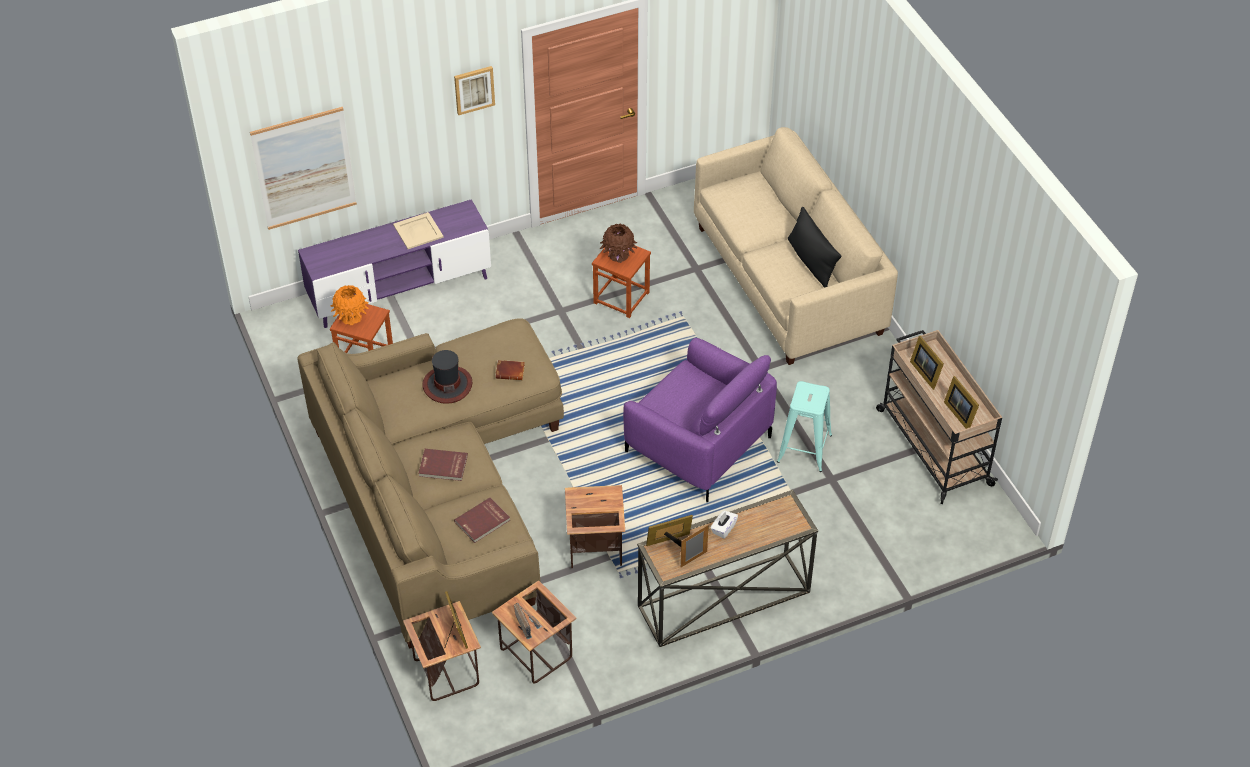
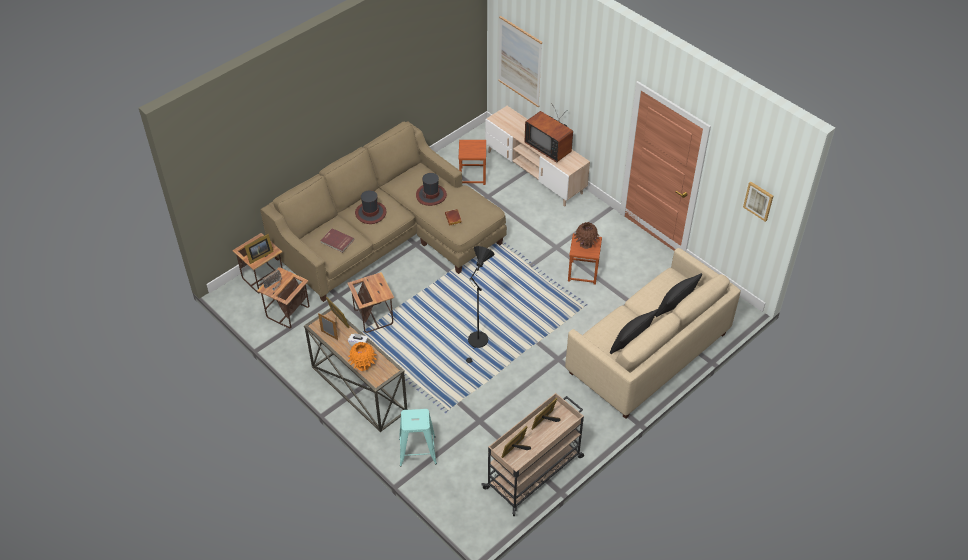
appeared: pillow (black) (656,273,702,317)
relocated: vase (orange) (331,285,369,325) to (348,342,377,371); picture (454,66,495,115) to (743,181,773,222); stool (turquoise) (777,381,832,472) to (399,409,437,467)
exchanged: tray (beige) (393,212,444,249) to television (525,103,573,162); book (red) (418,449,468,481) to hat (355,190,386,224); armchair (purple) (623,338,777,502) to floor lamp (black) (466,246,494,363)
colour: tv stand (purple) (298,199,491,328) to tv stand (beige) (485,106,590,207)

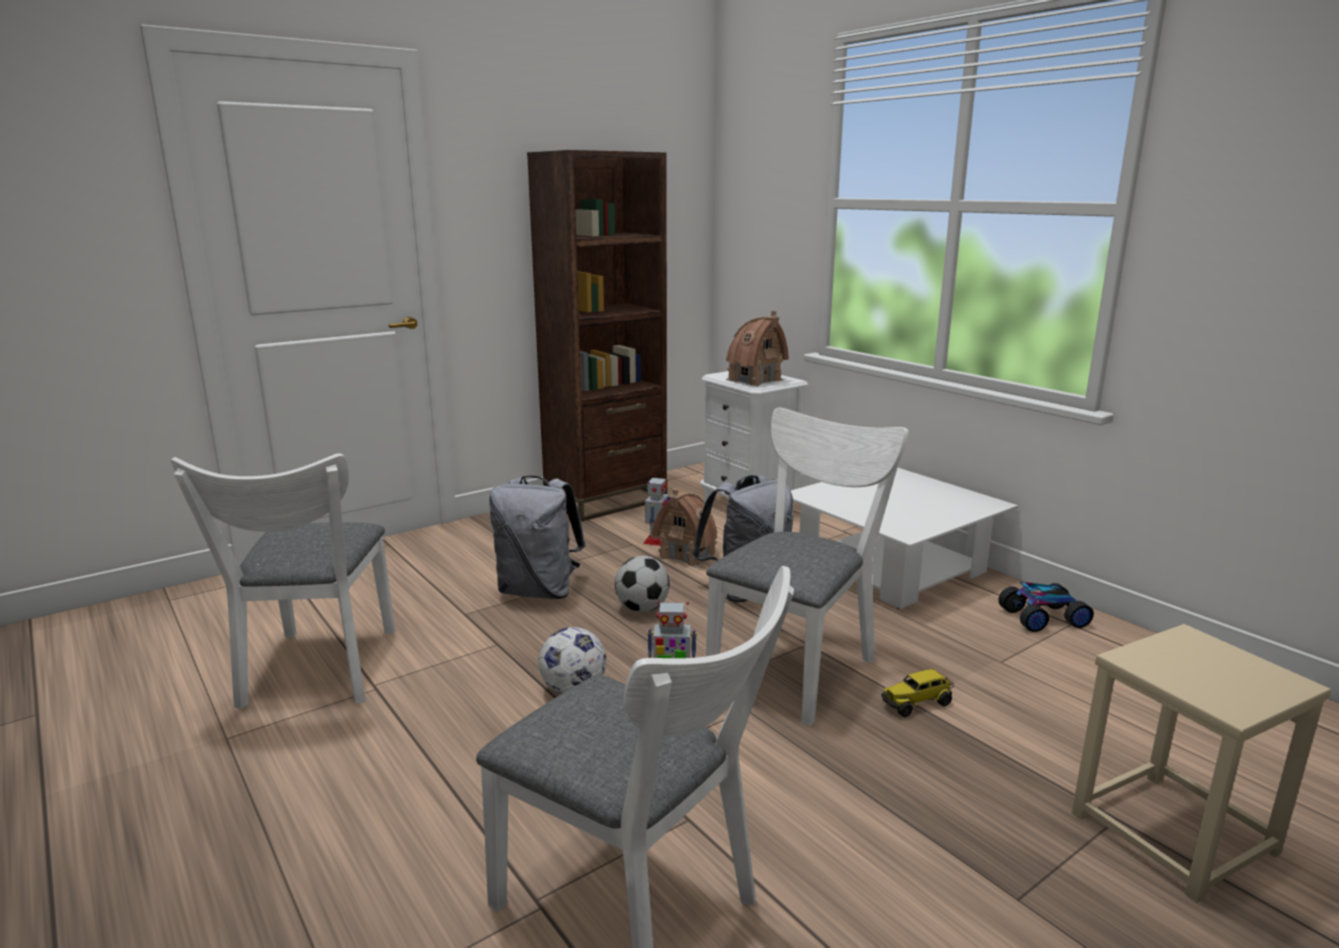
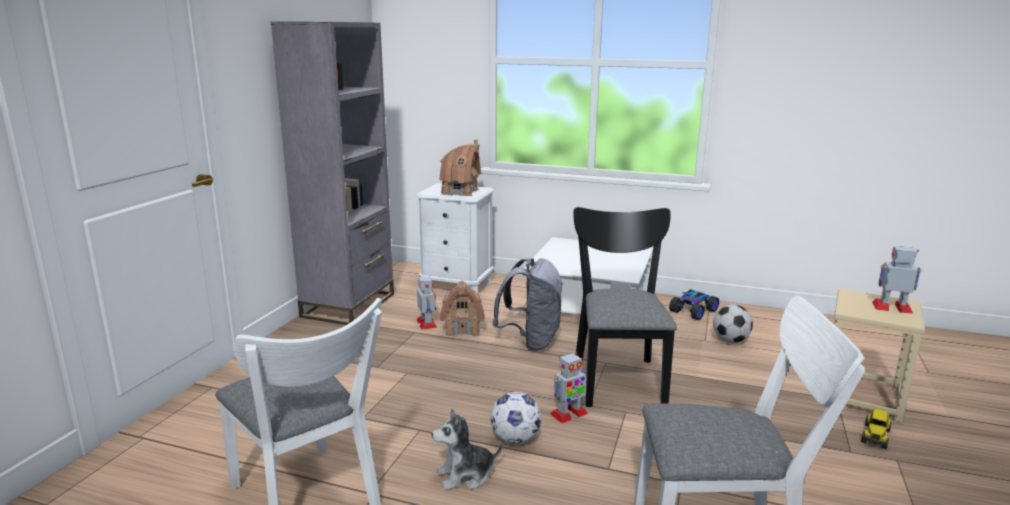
missing: backpack (grey) (489,476,586,599)
appeared: plush toy (431,409,502,490); toy robot (872,246,921,314)
relocated: football (615,556,669,612) to (713,304,753,343); toy truck (881,669,954,717) to (861,408,891,449)
colour: bookcase (brown) (527,150,667,521) to bookcase (grey) (271,22,394,325); chair (white) (706,408,908,726) to chair (black) (573,207,677,407)

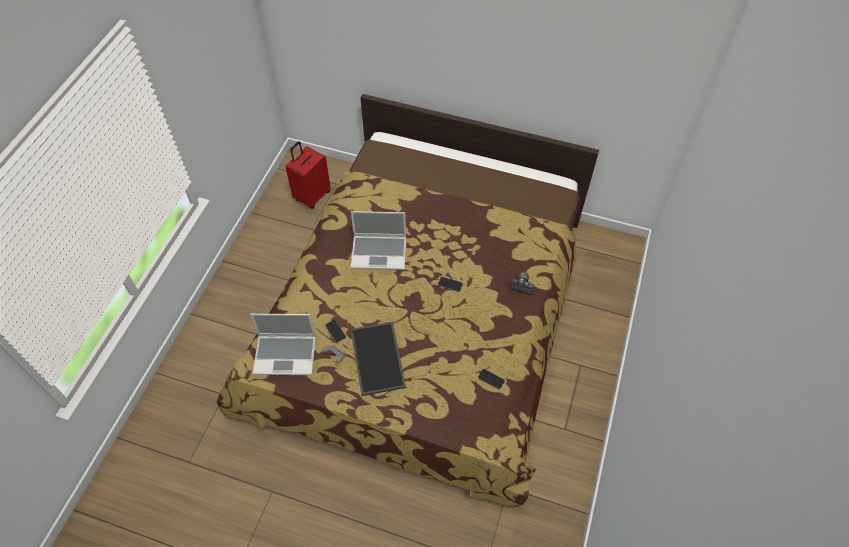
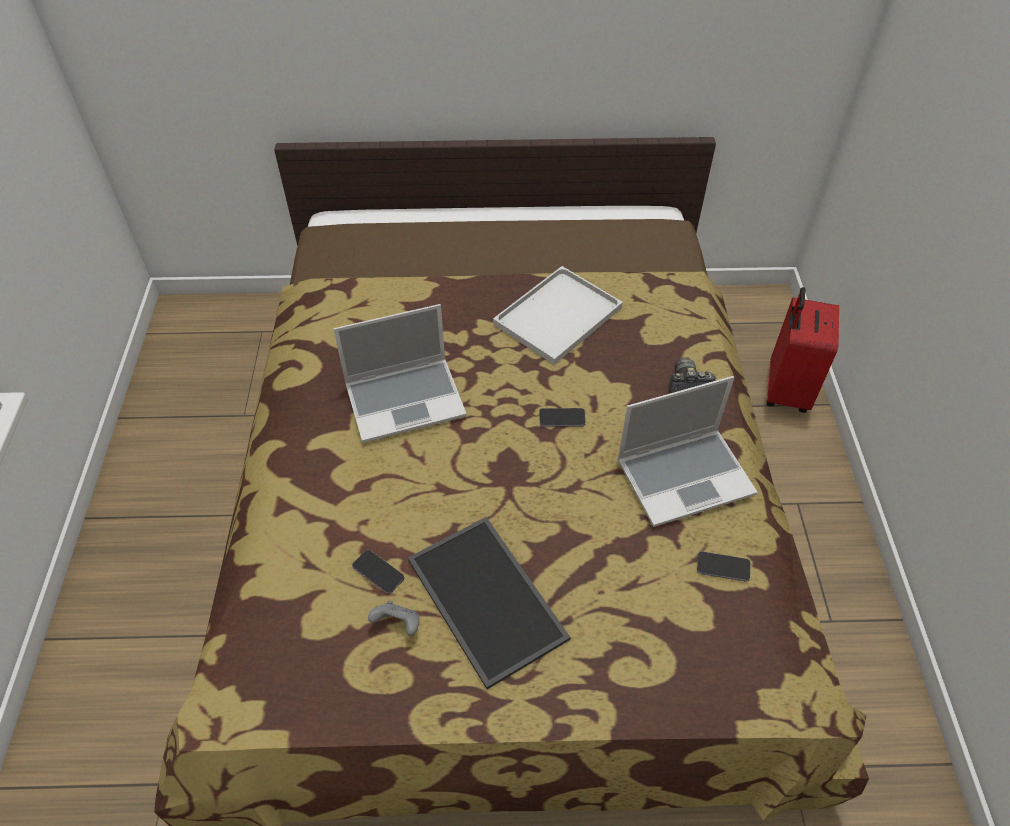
appeared: tray (white) (493,266,623,365)
relocated: laptop (250,314,316,375) to (617,376,758,527); suitcase (red) (286,141,331,209) to (766,287,839,413)

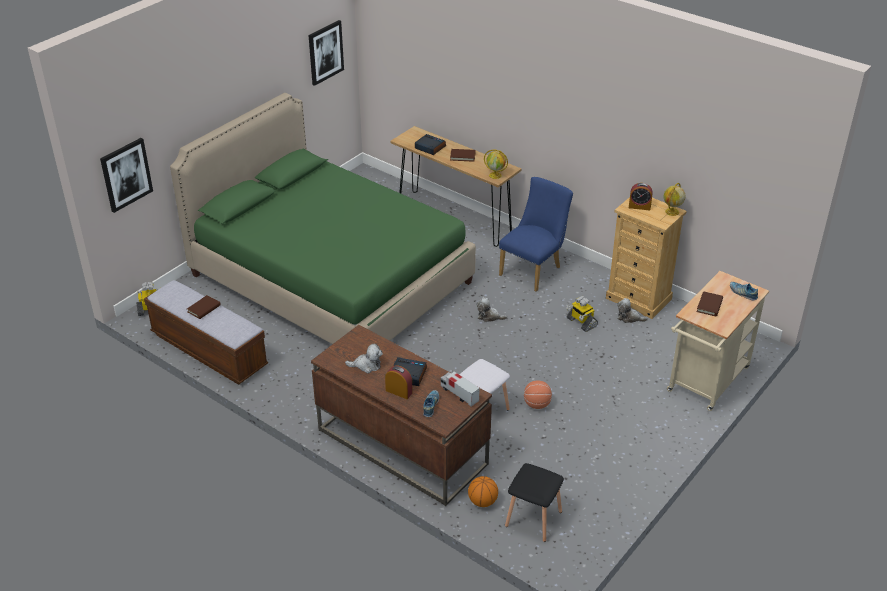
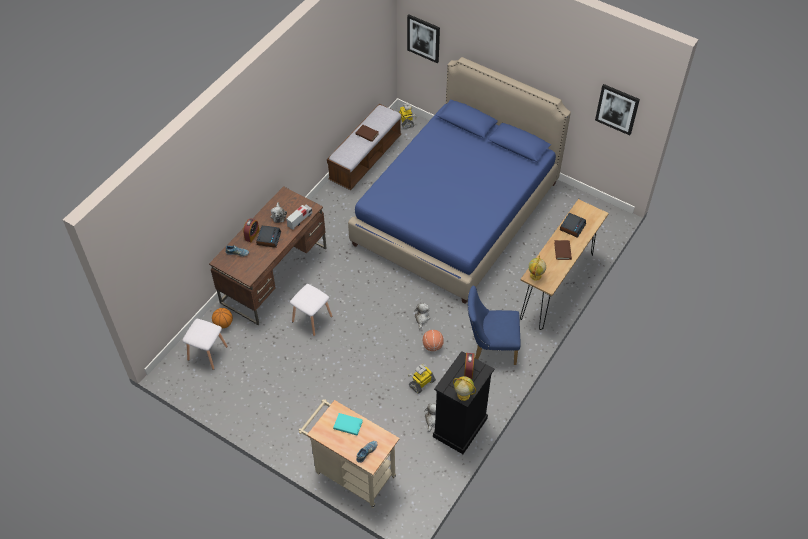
relocated: toy truck (441,371,479,406) to (286,204,312,230); basketball (524,380,552,409) to (423,330,444,351)
colour: bed (green) (170,93,476,344) to bed (blue) (348,57,571,304); stool (black) (505,463,564,542) to stool (white) (182,319,228,370); dresser (beige) (606,197,687,319) to dresser (black) (433,351,494,454); book (brown) (697,291,723,316) to book (turquoise) (333,413,363,435)
spun: chair (blue) (499,177,573,292) = (468,286,521,365) 150 degrees clockwise

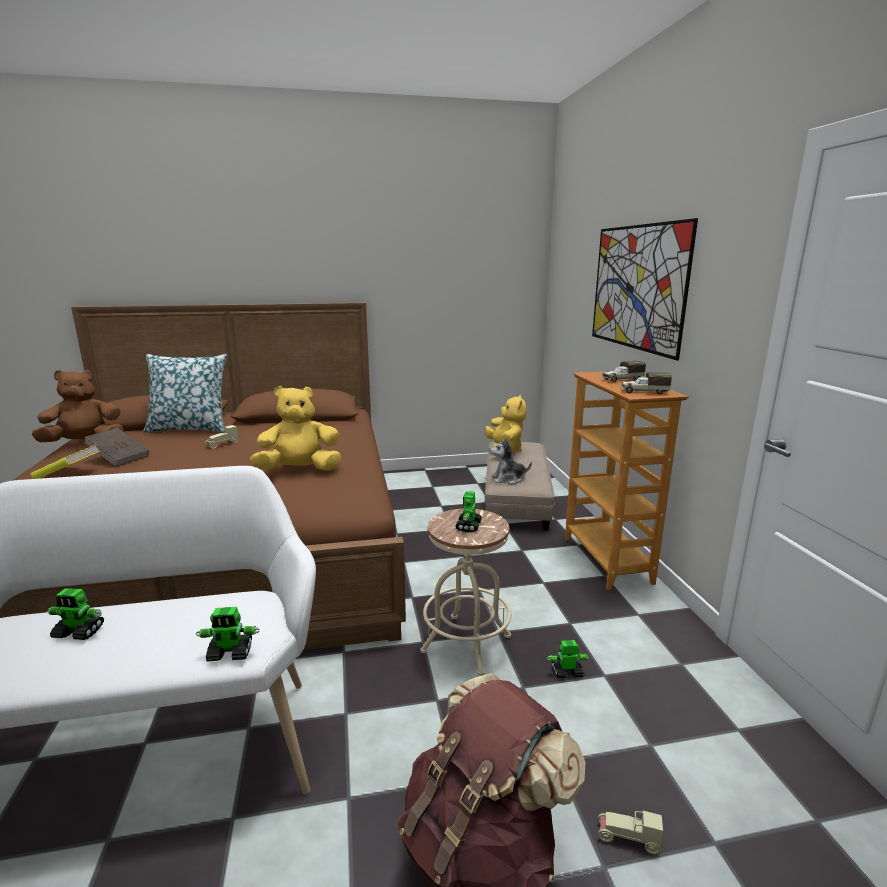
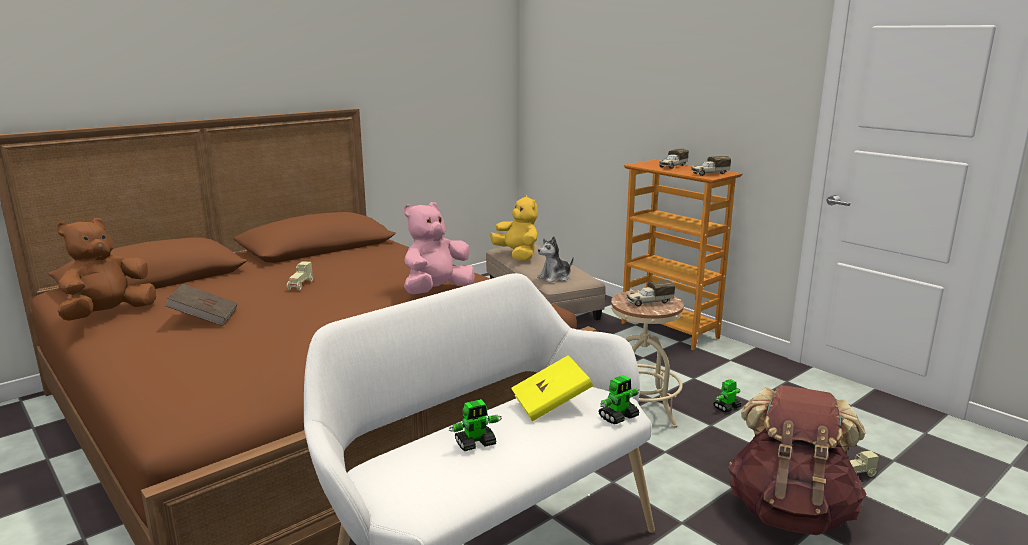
missing: pillow (143,354,227,433); picture (592,218,698,360)
relocated: book (yellow) (31,445,100,479) to (511,355,593,421)
exchanged: toy robot (455,491,482,532) to toy truck (626,280,675,306)
colour: plush toy (yellow) (250,386,342,470) to plush toy (pink) (404,202,475,294)

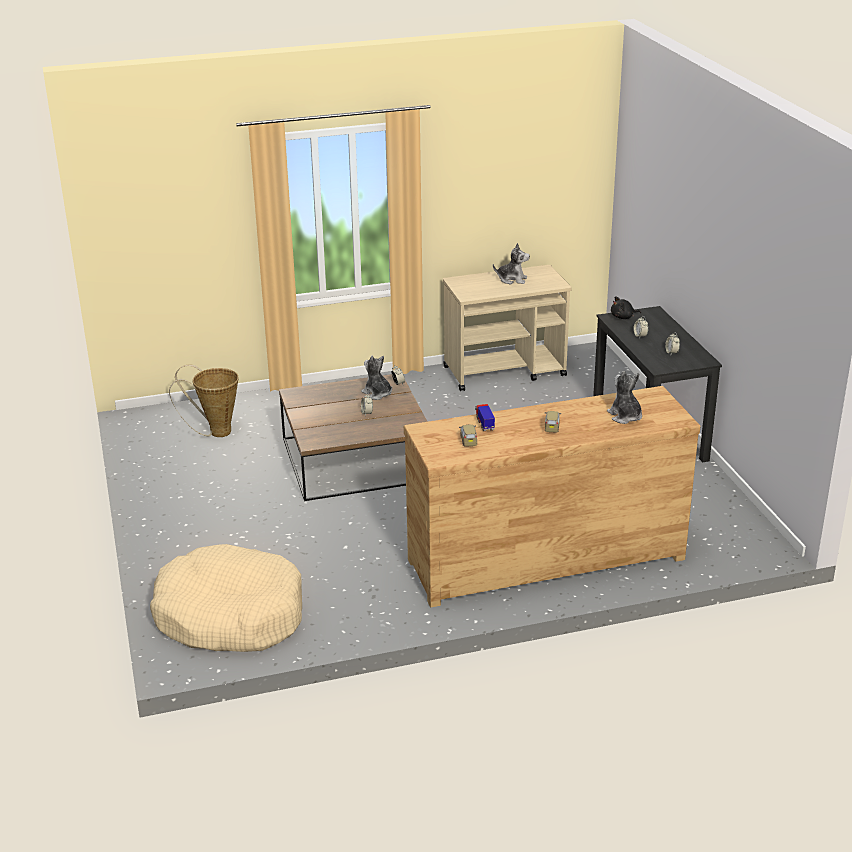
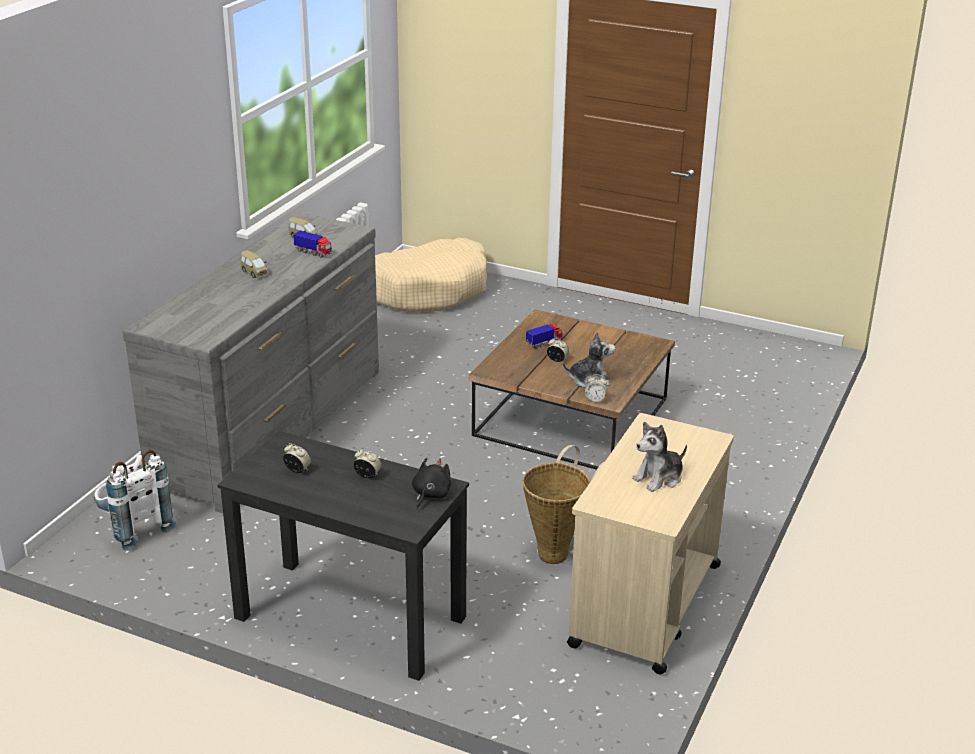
missing: plush toy (607,371,642,424)
appeared: backpack (white) (94,450,177,550); toy truck (526,324,562,349)
relocated: basket (169,365,239,437) to (522,445,604,564)
colour: dresser (brown) (404,386,700,607) to dresser (grey) (122,213,379,513)

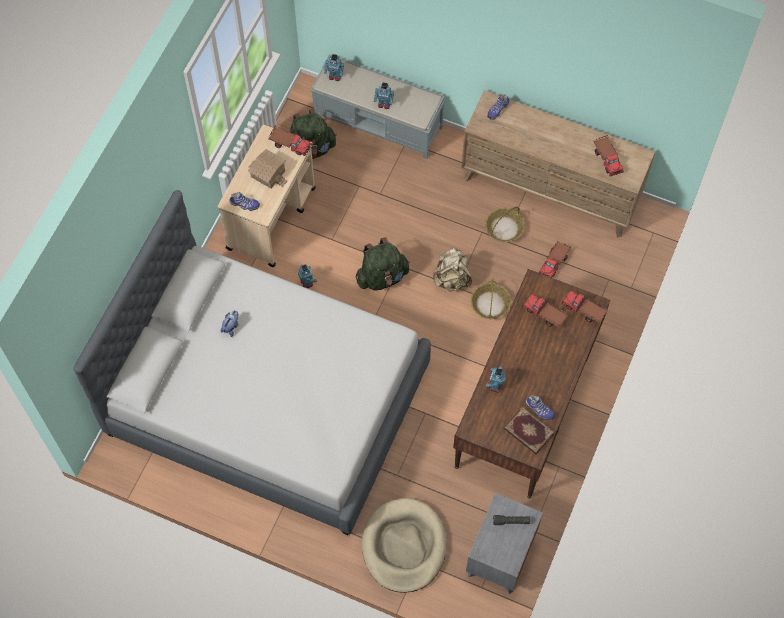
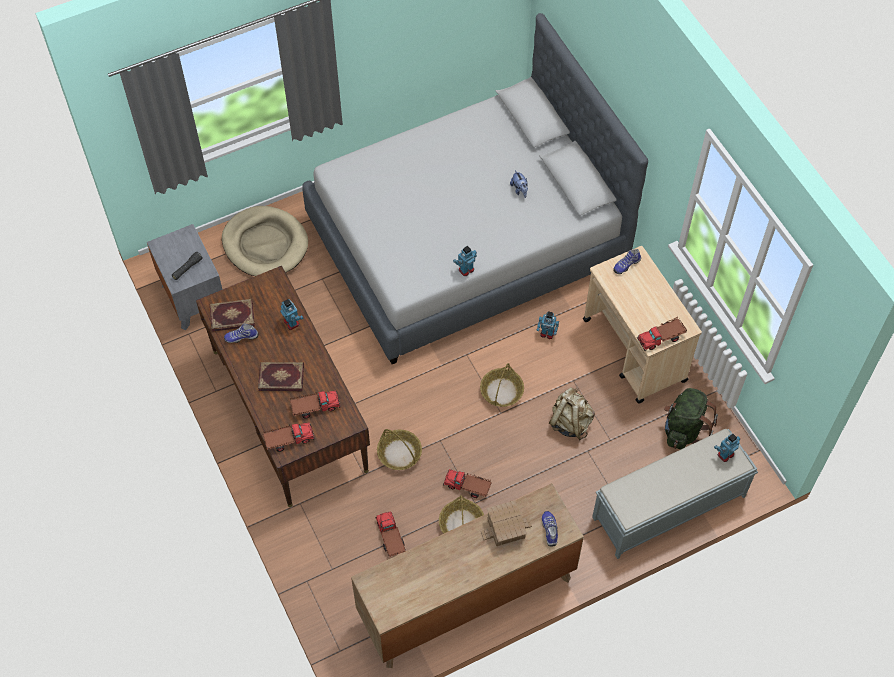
appeared: book (258,362,304,391)
relocated: toy house (248,149,287,189) to (481,500,532,546); toy robot (374,83,394,109) to (453,246,477,276); backpack (beige) (433,248,472,292) to (549,388,595,440); toy truck (593,135,624,176) to (443,469,492,498)
exchanged: backpack (green) (356,237,410,291) to basket (480,363,524,407)

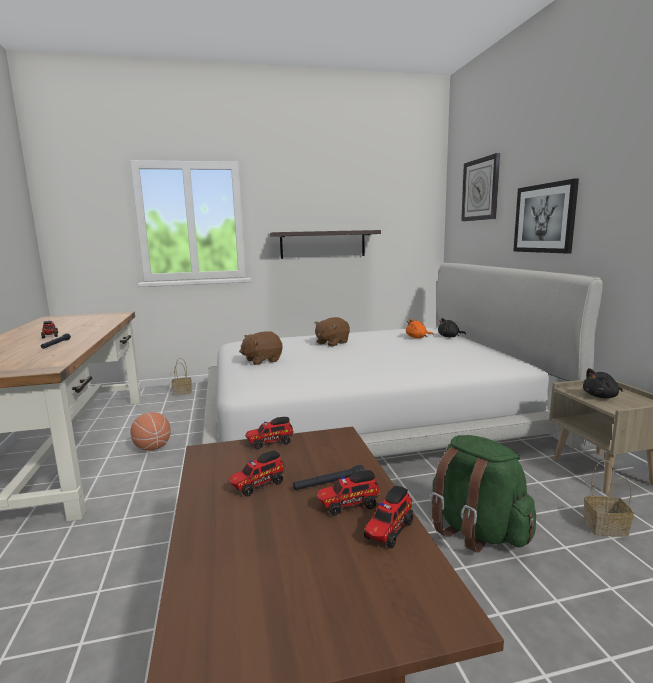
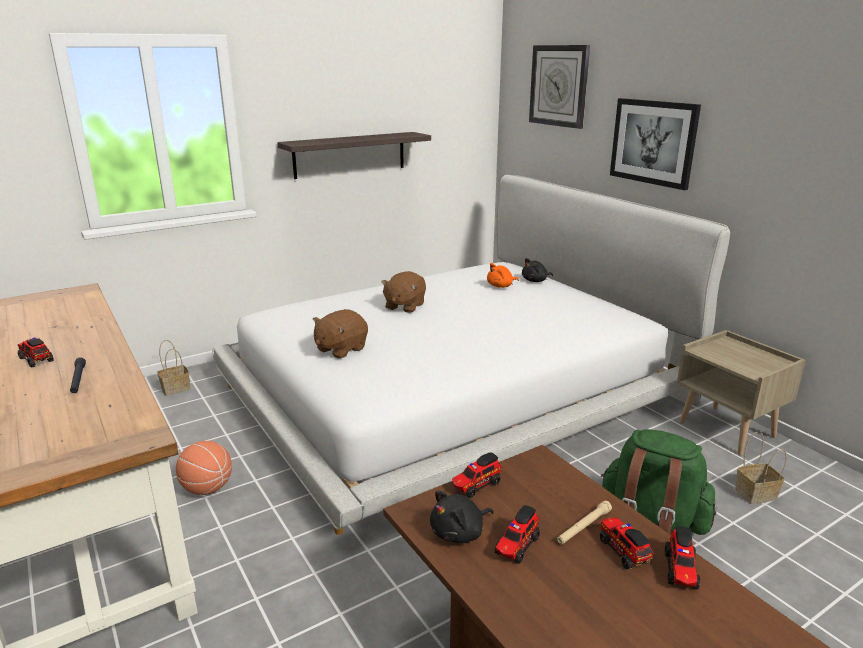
relocated: plush toy (black) (583,368,623,398) to (430,491,494,543)
colour: flashlight (black) (293,465,365,490) to flashlight (beige) (557,501,612,545)
spun: toy truck (317,470,380,516) = (600,518,653,570) 105 degrees clockwise

